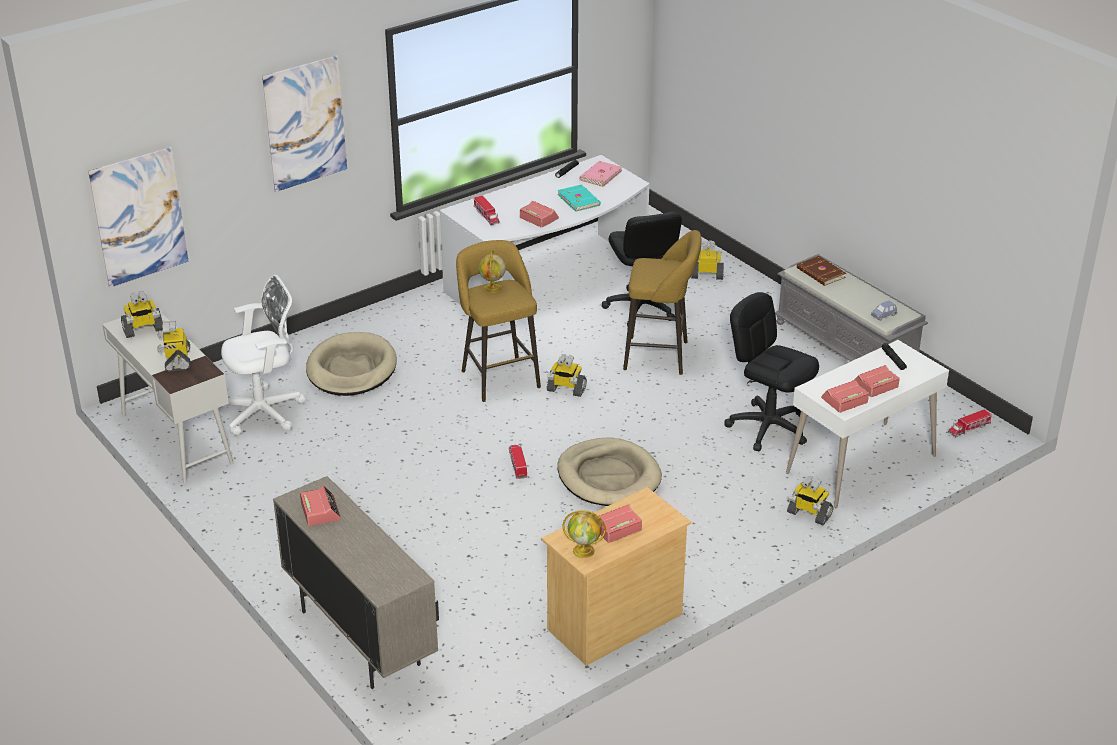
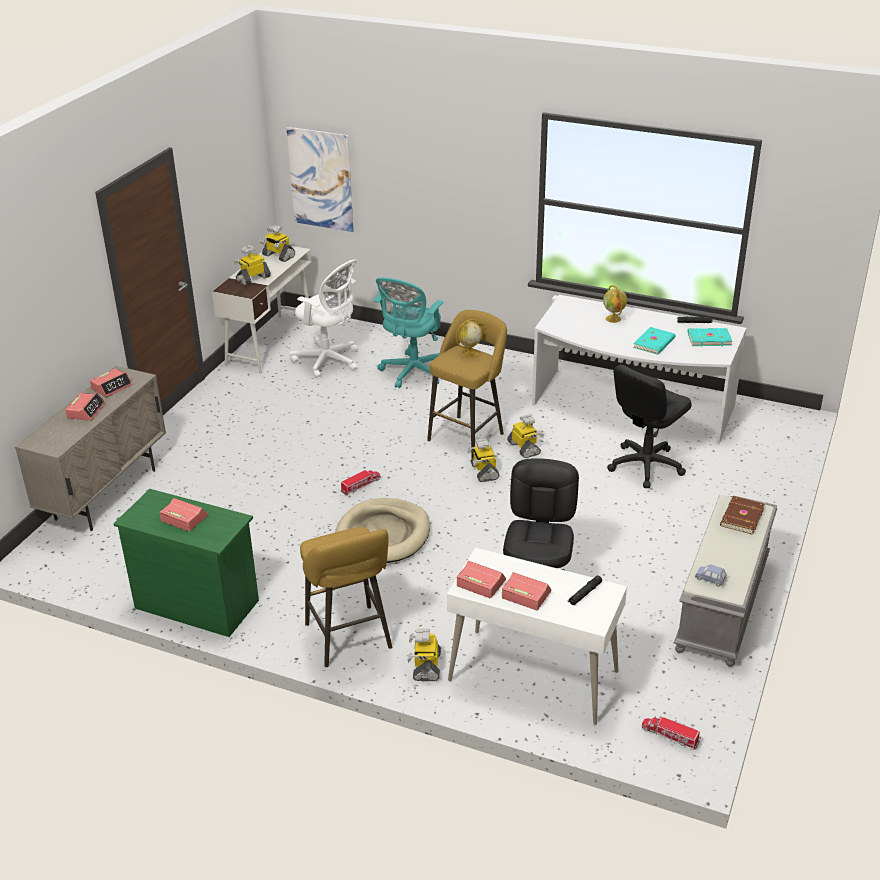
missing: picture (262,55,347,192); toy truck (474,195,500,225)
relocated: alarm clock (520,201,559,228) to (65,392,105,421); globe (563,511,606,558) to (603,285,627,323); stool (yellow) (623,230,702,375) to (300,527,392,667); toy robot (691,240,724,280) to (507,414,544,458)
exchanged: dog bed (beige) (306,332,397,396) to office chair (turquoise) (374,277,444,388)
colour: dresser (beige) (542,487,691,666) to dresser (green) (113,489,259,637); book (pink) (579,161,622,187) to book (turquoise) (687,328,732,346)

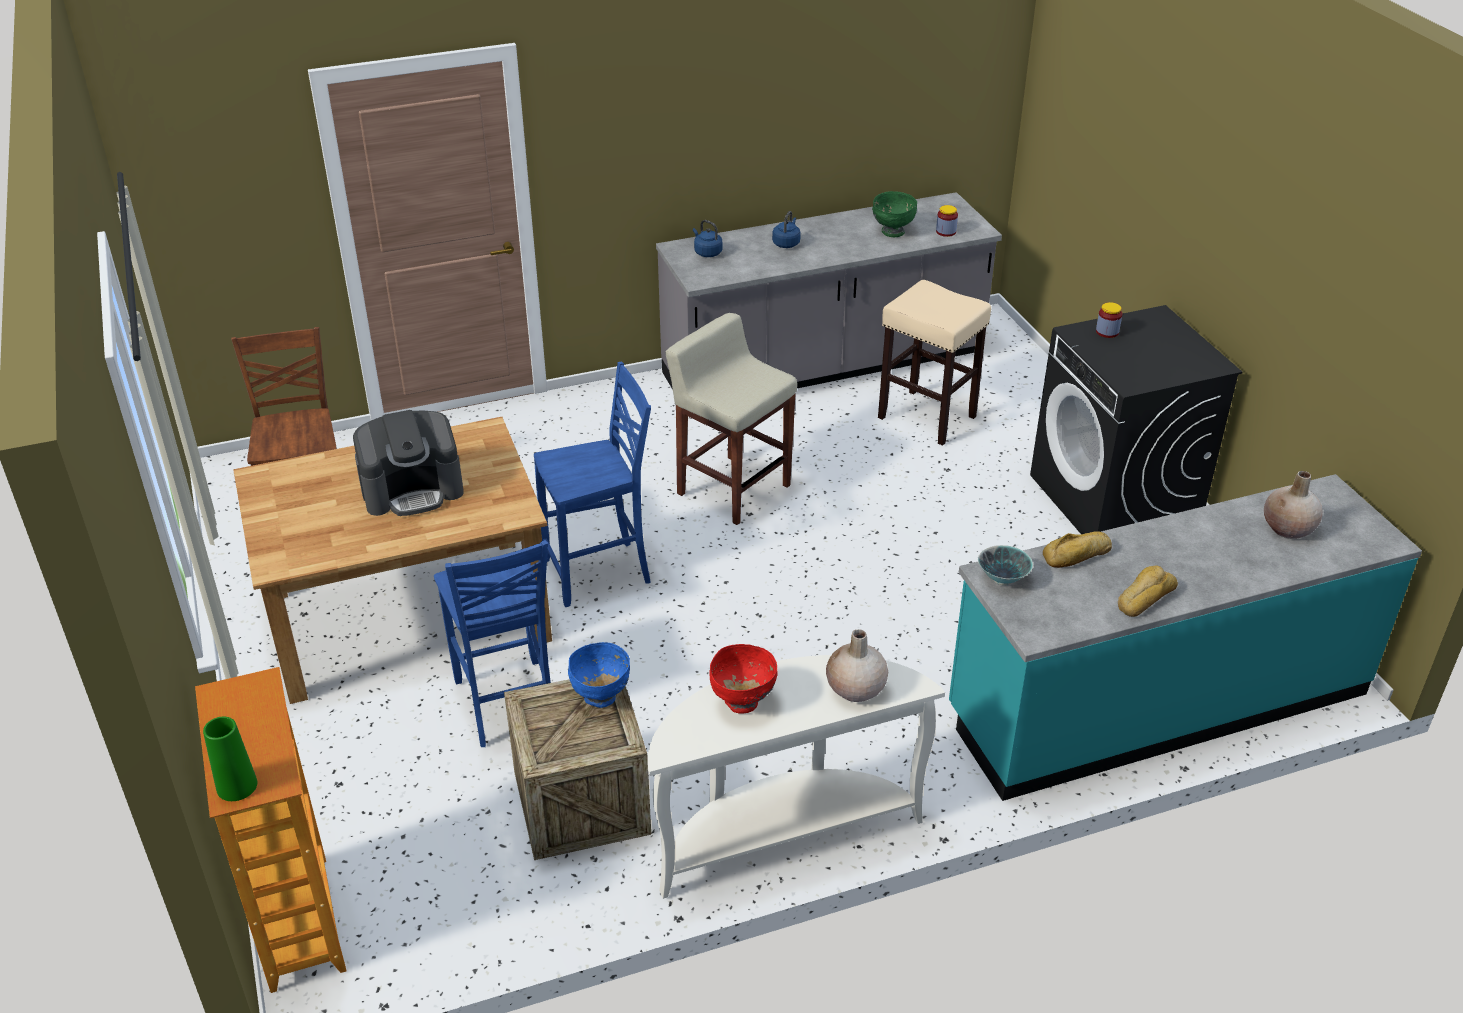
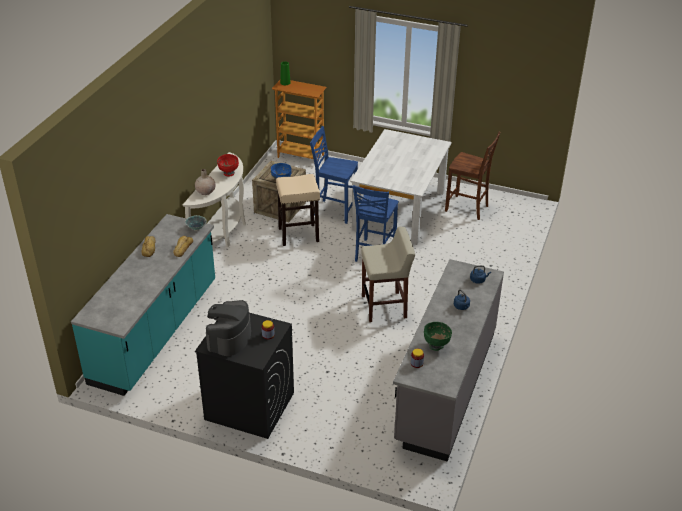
missing: vase (beige) (1264,471,1323,539)
relocated: coffee machine (353,410,464,516) to (206,300,251,356); stool (beige) (878,280,991,446) to (276,174,320,246)
colour: dining table (brown) (233,417,552,704) to dining table (white) (350,129,452,245)

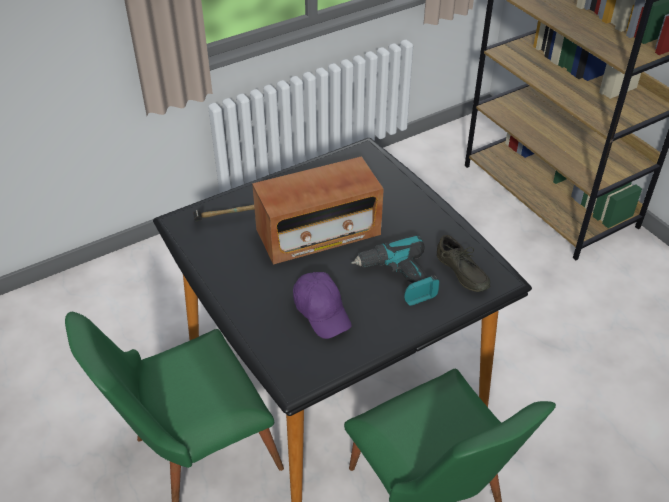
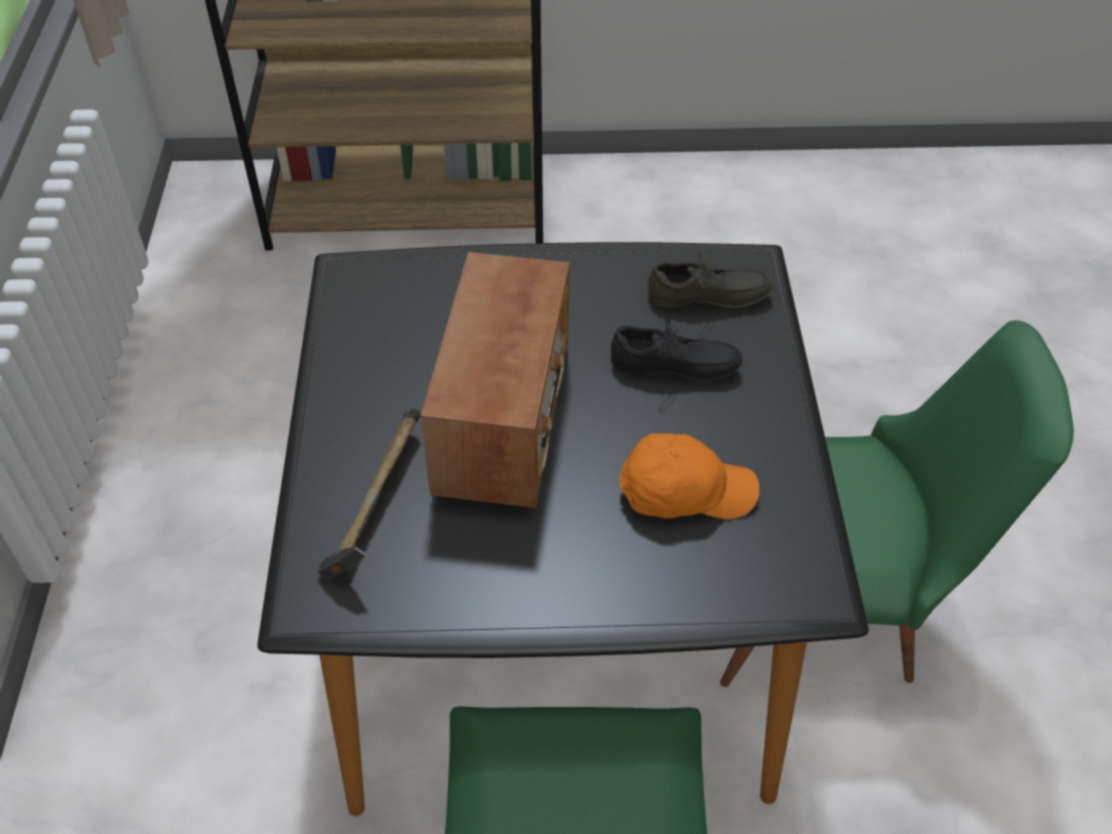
exchanged: power drill (351,234,440,306) to shoe (black) (611,319,742,382)
colour: cap (purple) (293,272,352,339) to cap (orange) (620,433,760,519)

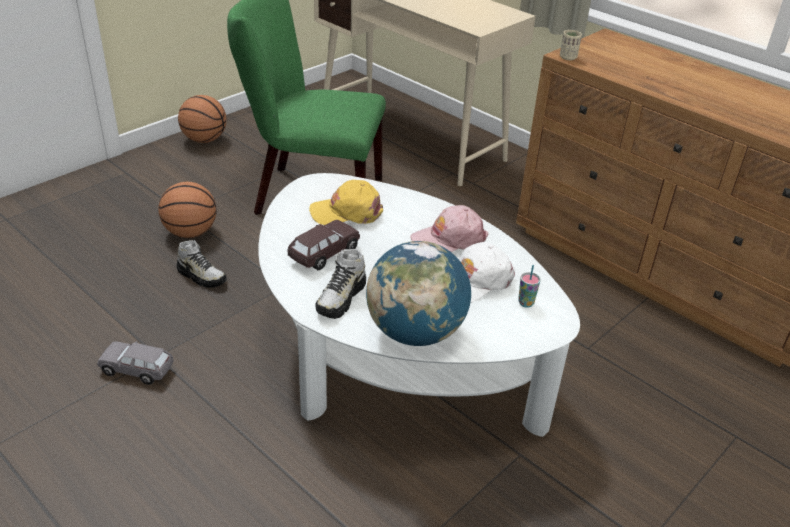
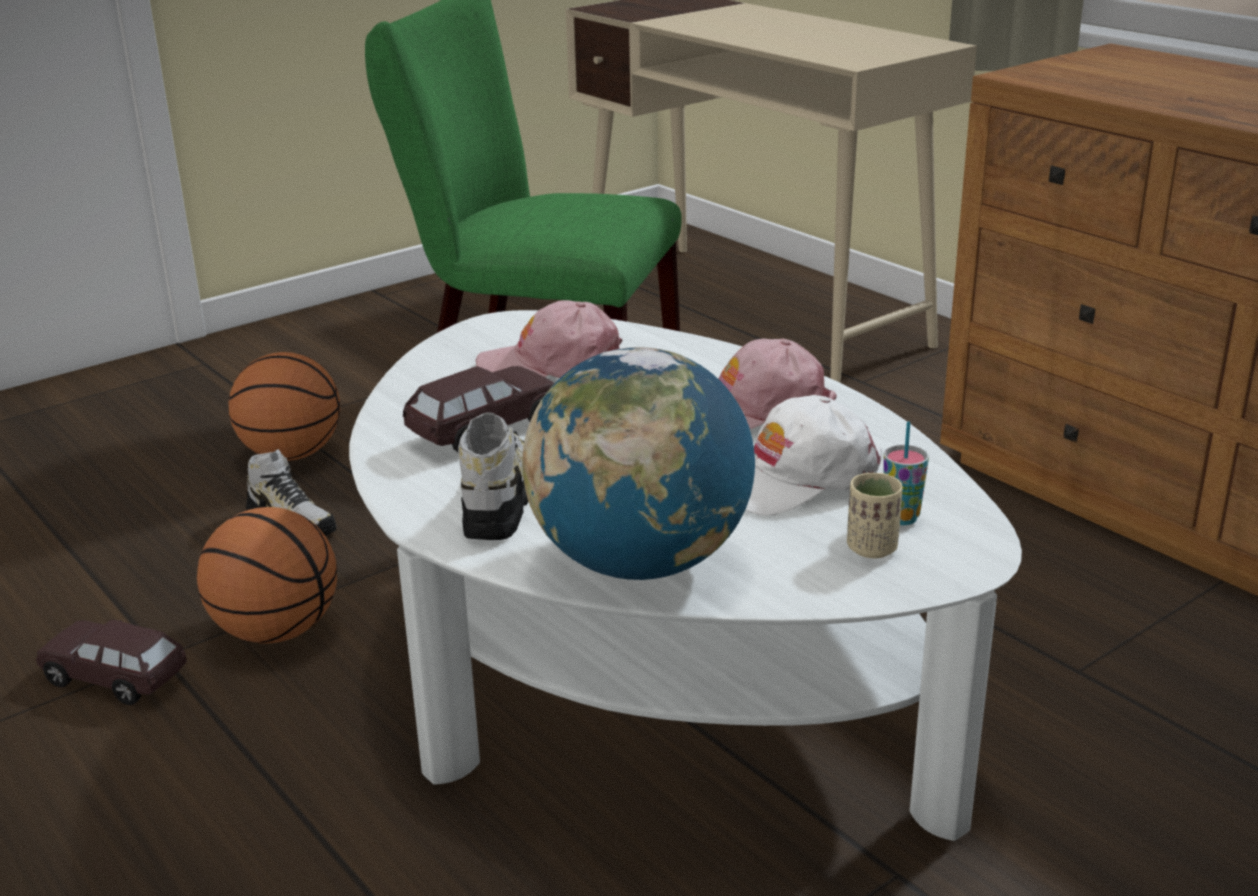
relocated: basketball (178,95,226,143) to (197,507,337,643); cup (beige) (560,30,582,60) to (847,473,903,558)
colour: toy car (grey) (97,341,174,385) to toy car (brown) (36,620,187,705); cap (yellow) (309,180,383,225) to cap (pink) (475,300,622,378)
spun: shoe (316,249,366,319) = (458,412,528,540) 150 degrees clockwise

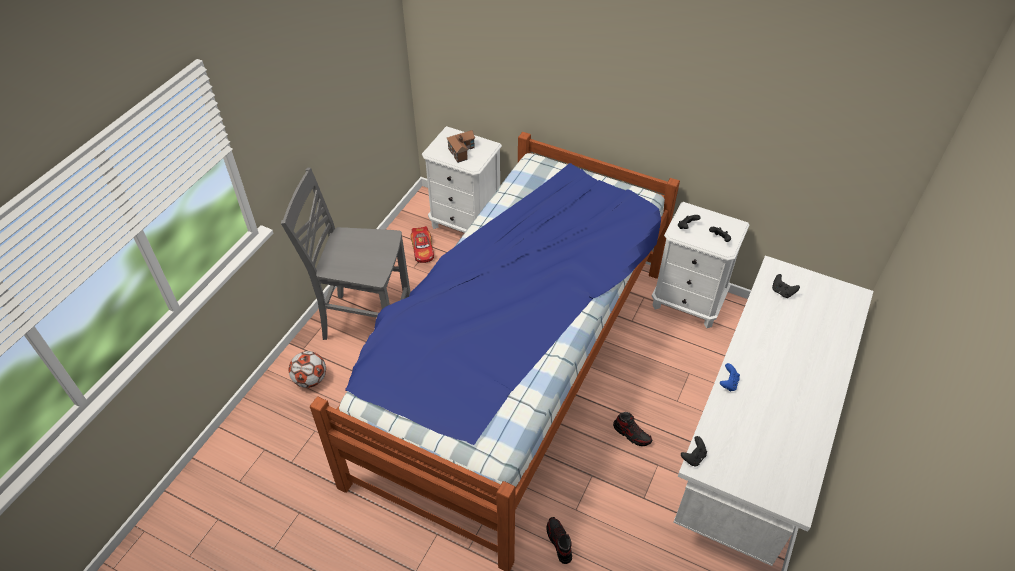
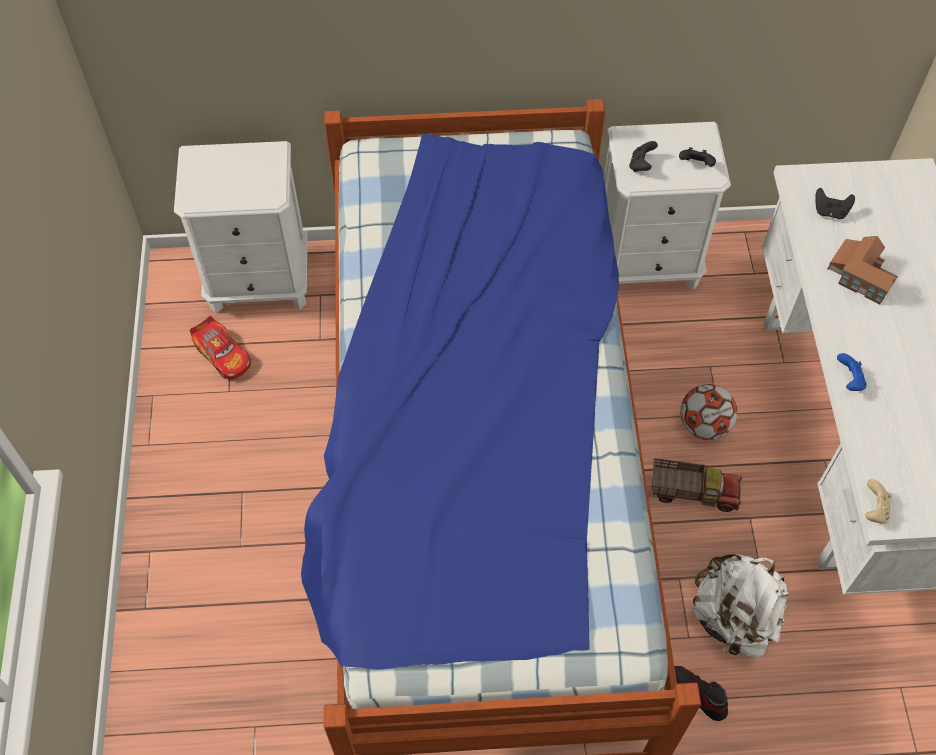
missing: chair (grey) (281,168,410,340)
appeared: backpack (white) (692,554,789,658)
relocated: football (289,351,326,388) to (680,384,737,440); toy house (446,130,475,163) to (827,236,898,305)
exchanged: shoe (613,412,652,446) to toy truck (652,458,742,512)
colour: game controller (black) (681,436,707,467) to game controller (beige) (865,479,892,524)

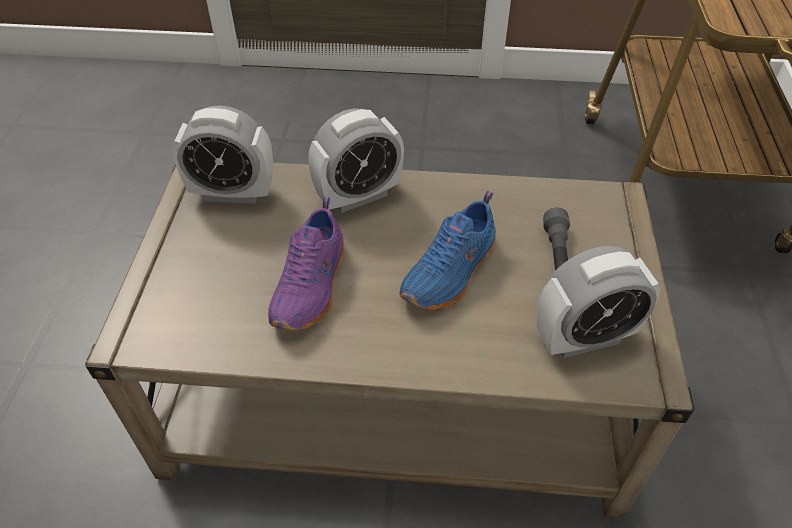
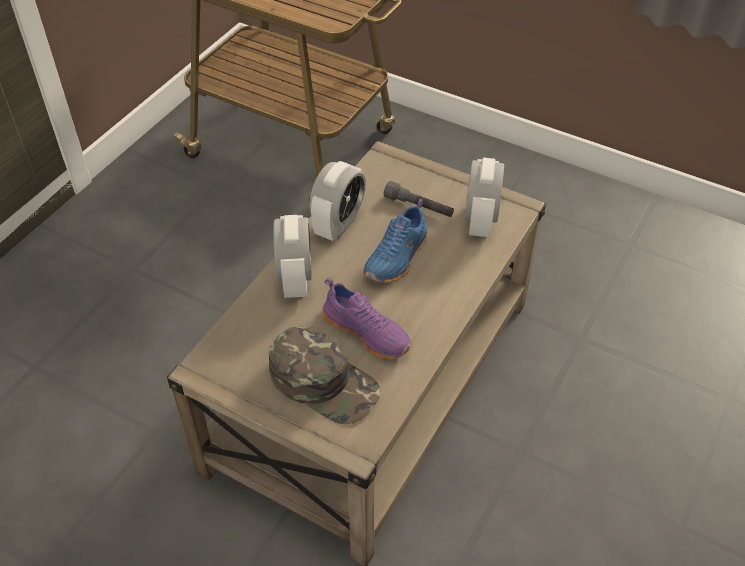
appeared: cap (green) (269,326,381,424)
relocated: alarm clock (172,106,273,204) to (309,161,366,241)
spun: shoe (blue) (399,191,496,310) = (363,199,428,283) 60 degrees clockwise

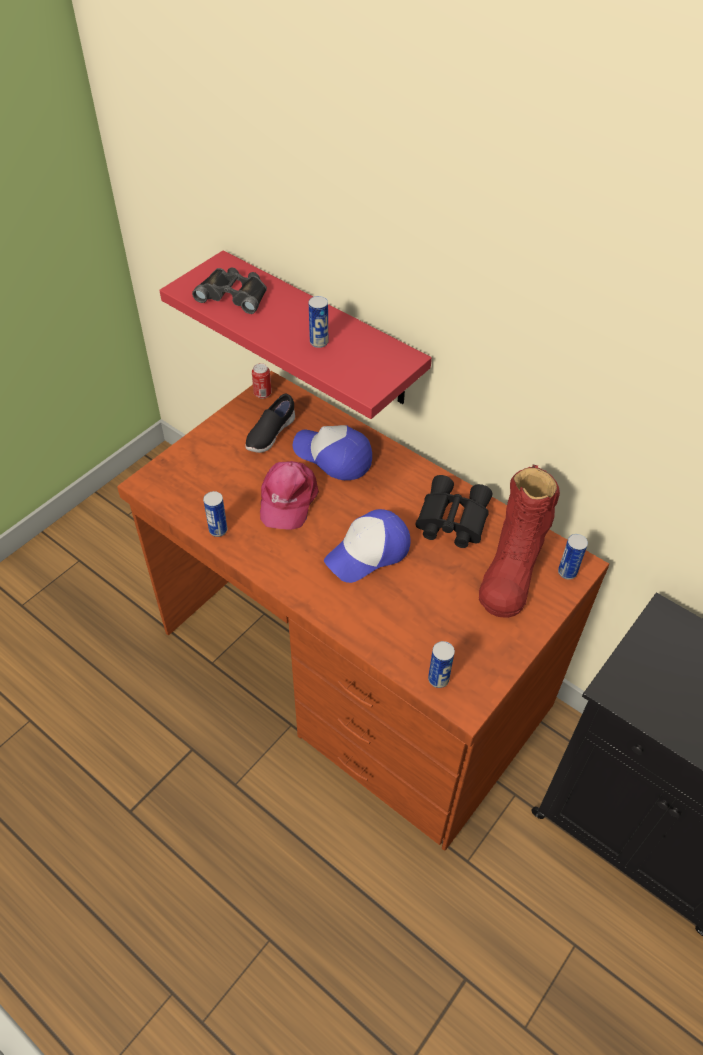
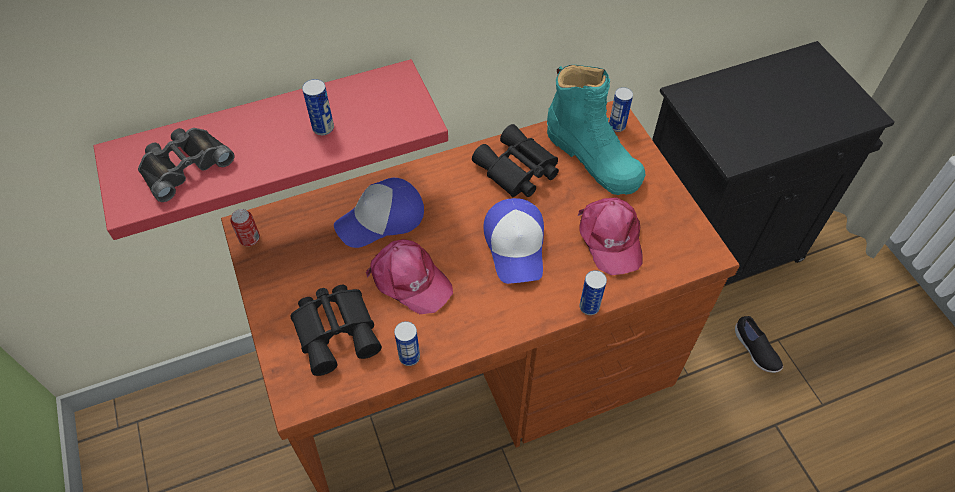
appeared: binoculars (black) (290,285,382,376); cap (pink) (578,197,643,275)
relocated: shoe (black) (245,394,295,453) to (735,316,783,373); can (428,641,455,688) to (579,270,607,315)
colour: boot (red) (479,465,560,618) to boot (turquoise) (547,65,645,195)

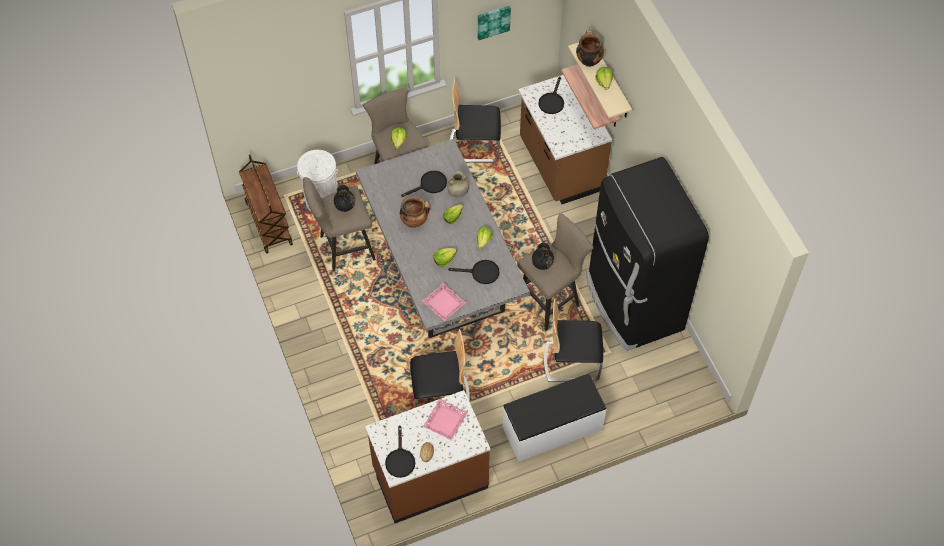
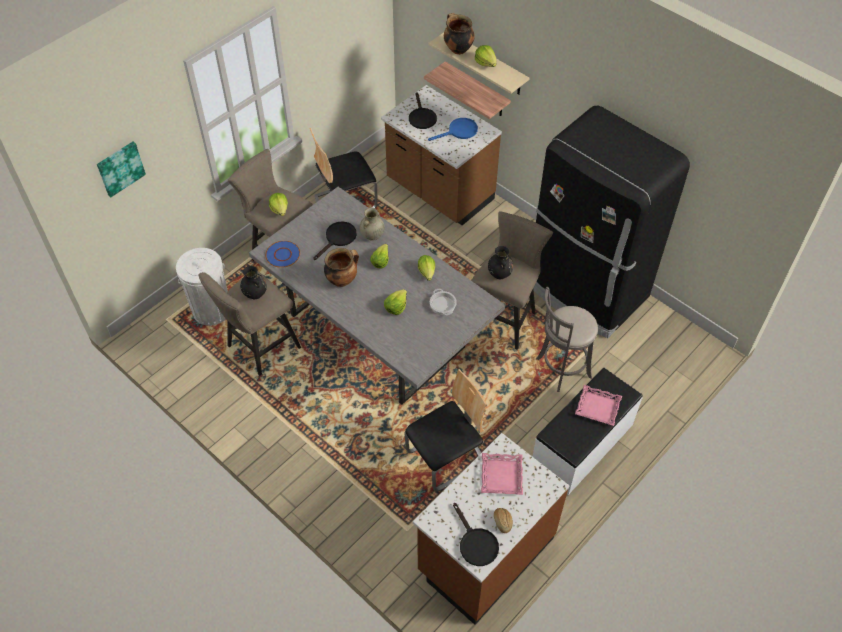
missing: cart (brown) (239,155,293,253)
appeared: plate (blue) (265,241,300,268); frying pan (blue) (428,118,478,141)
relocated: tray (pink) (422,282,466,321) to (575,385,622,426); picture (478,6,511,40) to (97,142,146,197)
exchanged: frying pan (black) (448,260,499,284) to cooking pot (430,289,457,315); chair (544,298,603,382) to stool (grey) (536,287,598,392)

